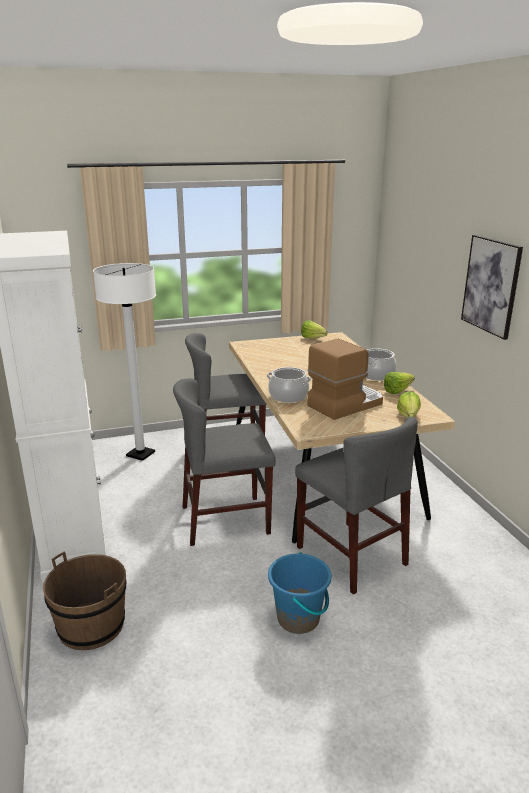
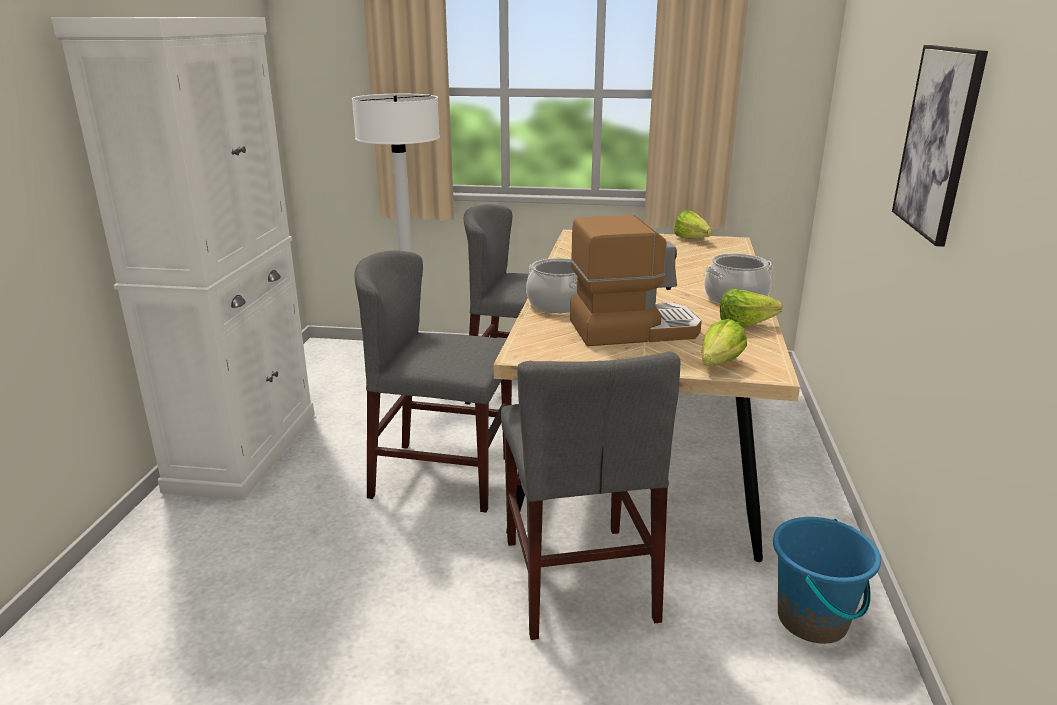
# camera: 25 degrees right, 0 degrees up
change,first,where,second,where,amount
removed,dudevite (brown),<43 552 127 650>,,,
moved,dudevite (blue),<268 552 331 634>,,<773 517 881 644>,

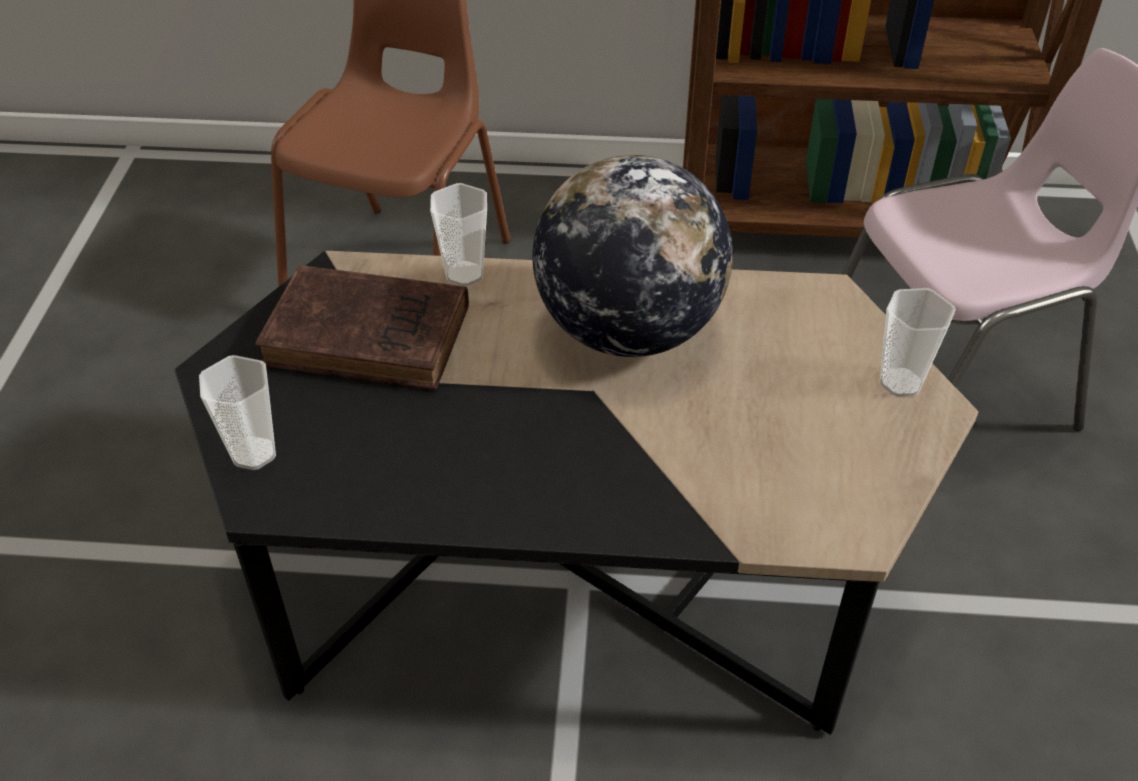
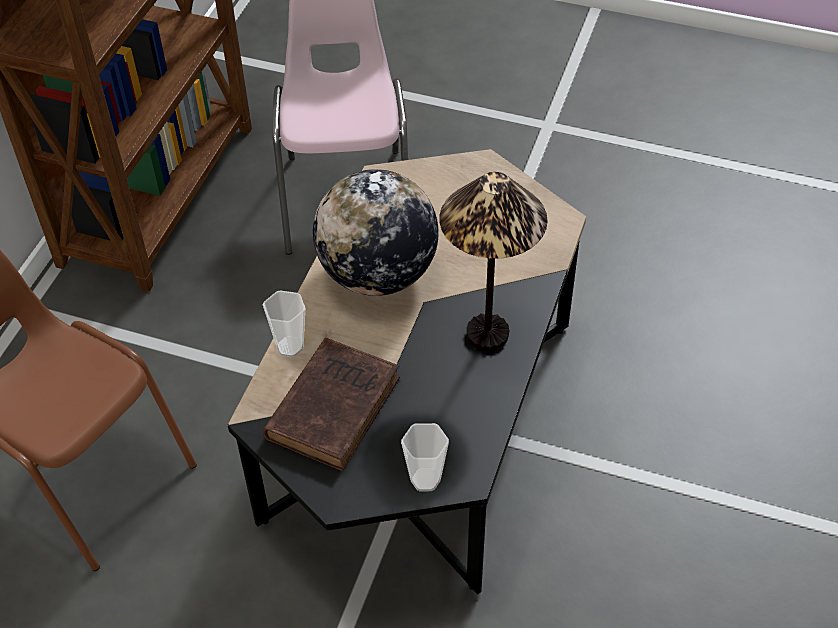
# camera: 75 degrees left, 5 degrees up
change,first,where,second,where,amount
removed,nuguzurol,<880 288 956 397>,,,
added,,,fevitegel,<439 172 548 351>,

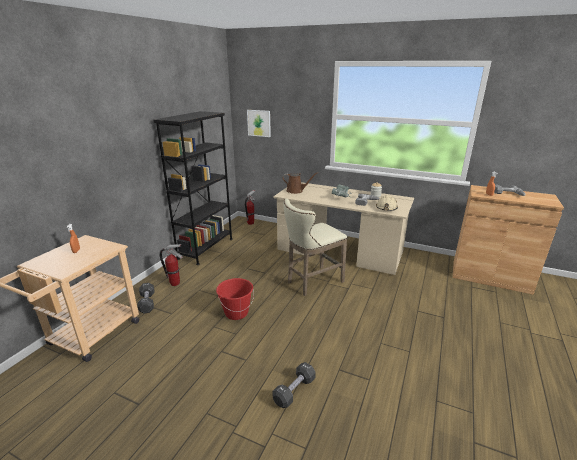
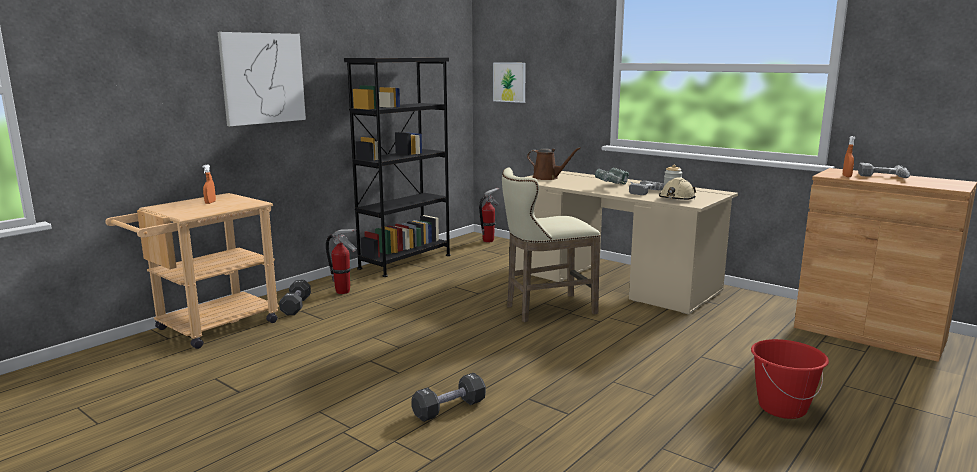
# camera: 15 degrees right, 10 degrees down
change,first,where,second,where,amount
moved,dudevite (red),<216 278 254 320>,,<751 339 829 419>,
added,,,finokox,<218 32 306 126>,

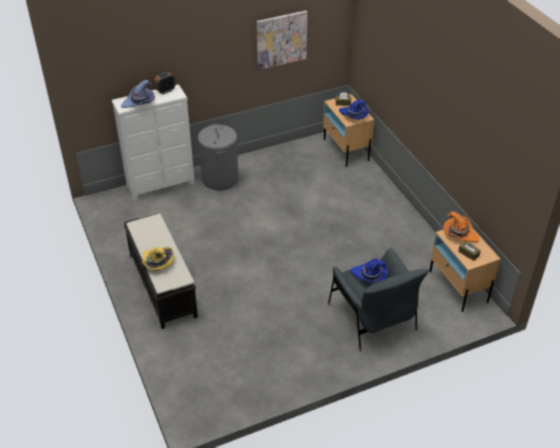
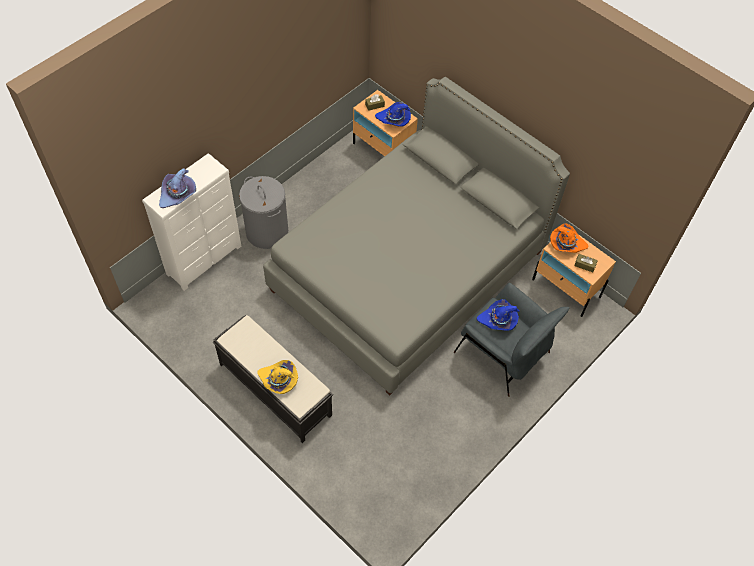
# camera: 25 degrees left, 15 degrees up
change,first,where,second,where,amount
removed,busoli,<154 72 175 94>,,,
removed,finokox,<257 10 307 70>,,,
added,,,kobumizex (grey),<263 77 570 395>,

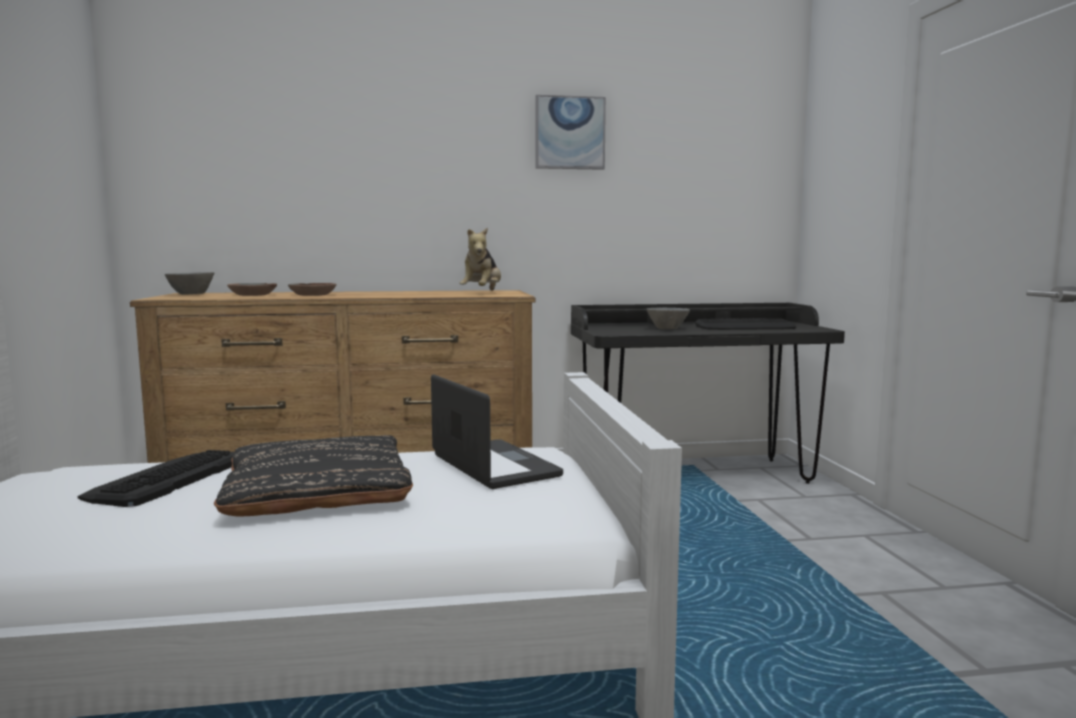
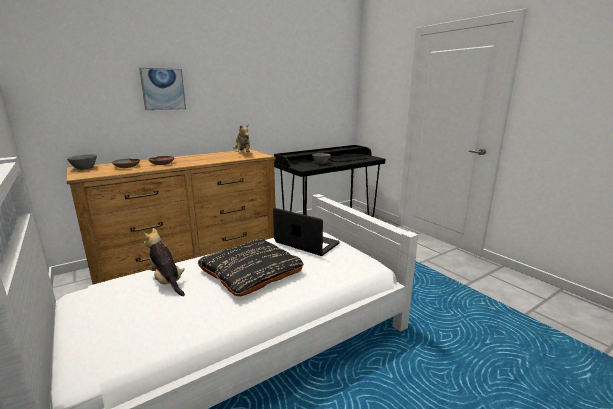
# camera: 25 degrees left, 10 degrees up
change,first,where,second,where,amount
replaced,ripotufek,<77 450 234 507>,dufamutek,<144 228 185 296>,
moved,finokox,<536 95 606 170>,,<139 68 186 110>,

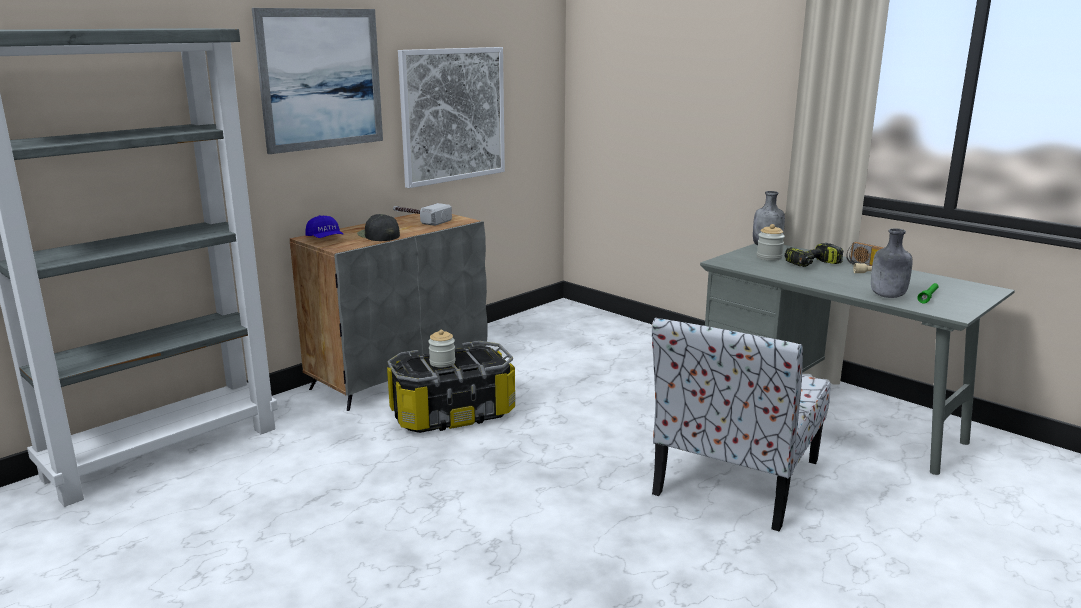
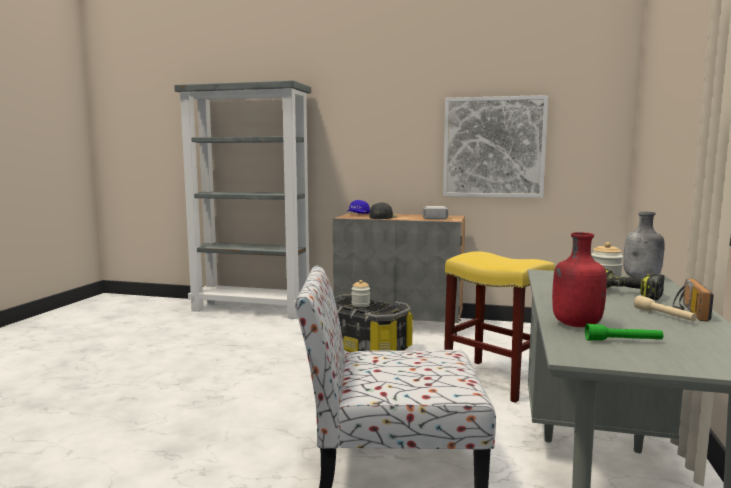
# camera: 60 degrees right, 10 degrees down
change,first,where,second,where,amount
removed,finokox,<252 8 383 154>,,,
recoloured,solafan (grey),<871 228 913 298>,solafan (red),<552 232 607 327>,
added,,,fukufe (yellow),<444 251 555 403>,

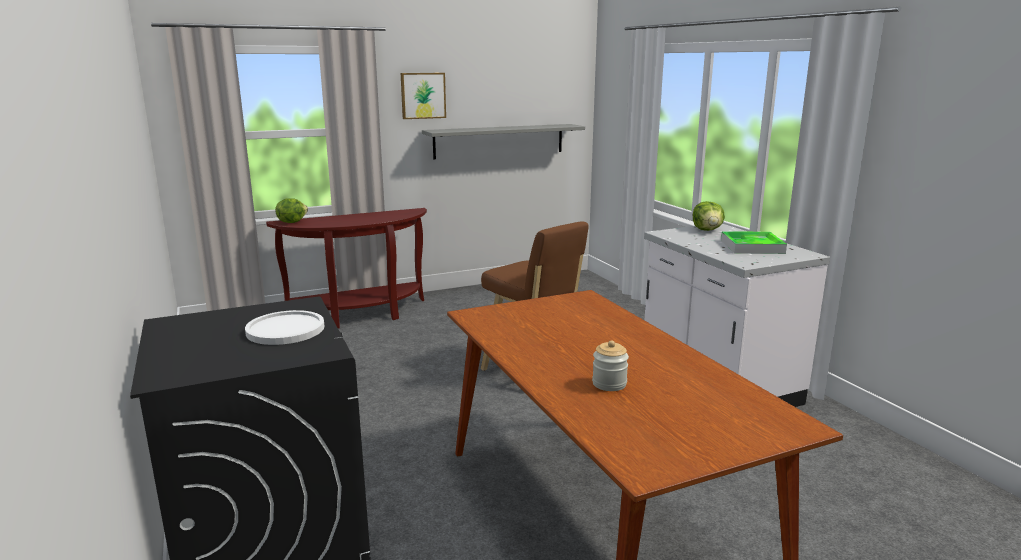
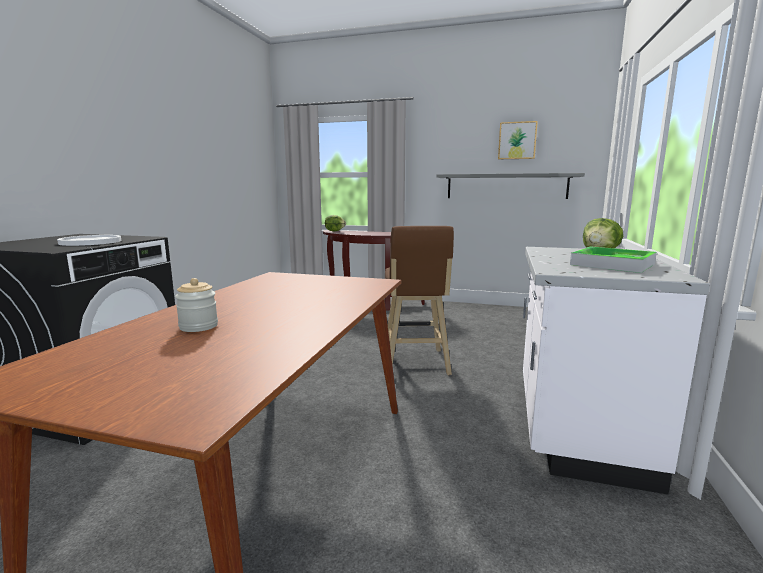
# camera: 40 degrees right, 5 degrees down
change,first,where,second,where,amount
moved,finokox,<401 73 446 119>,,<498 121 538 159>,

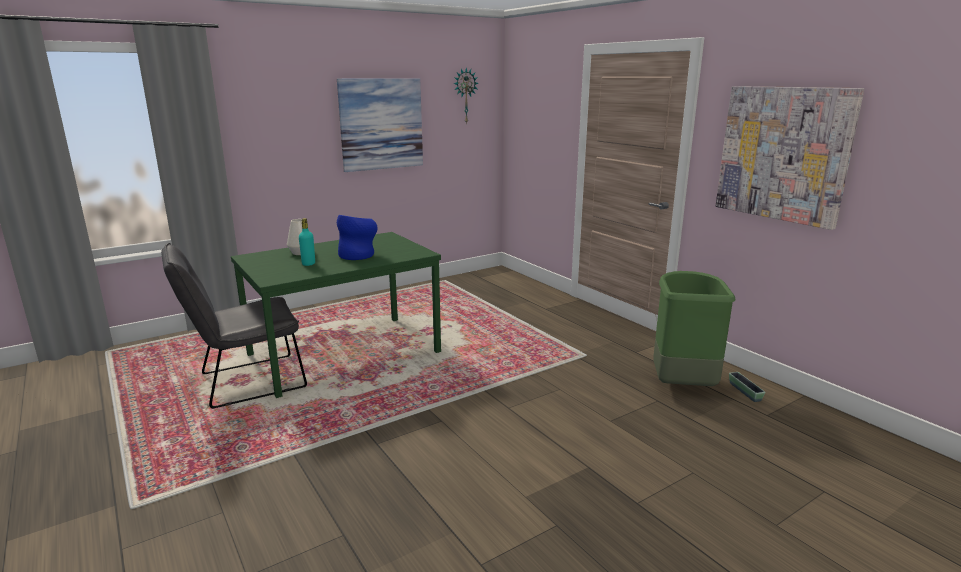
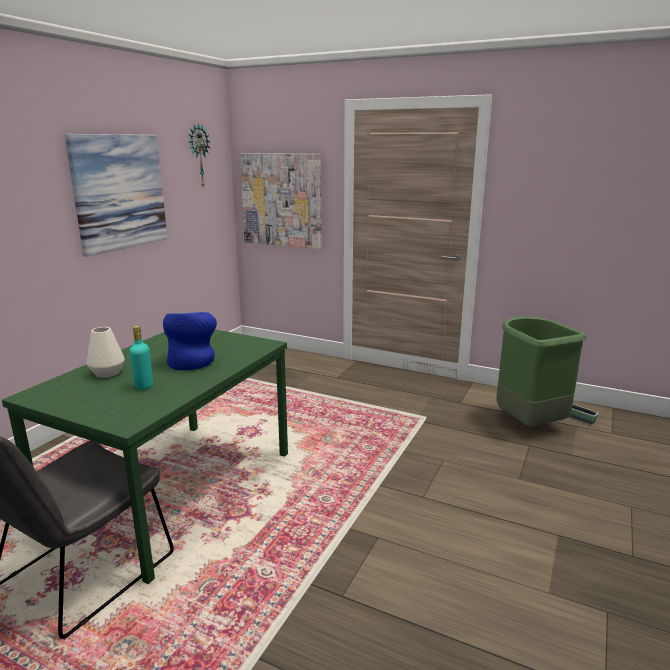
# camera: 30 degrees left, 0 degrees up
change,first,where,second,where,amount
moved,finokox,<716 86 864 230>,,<240 153 322 249>,

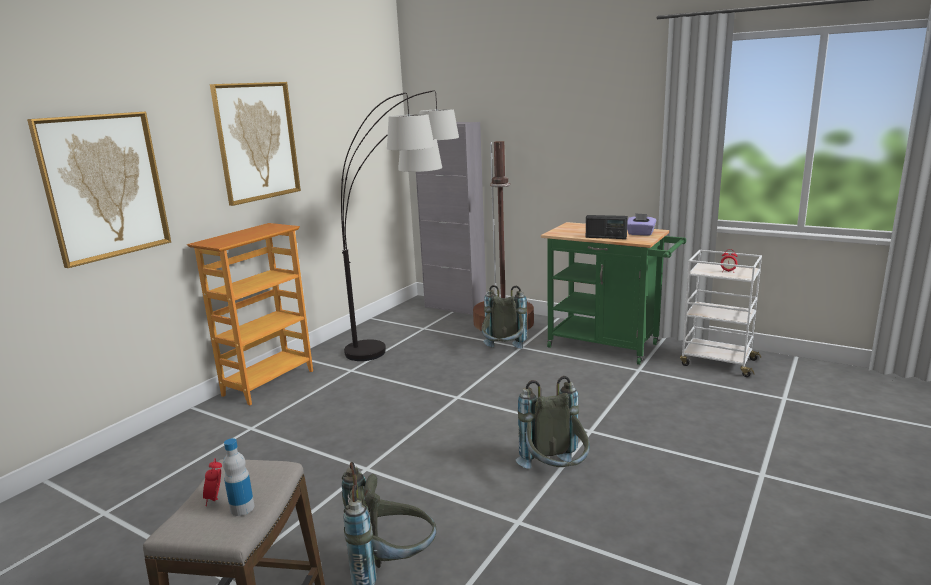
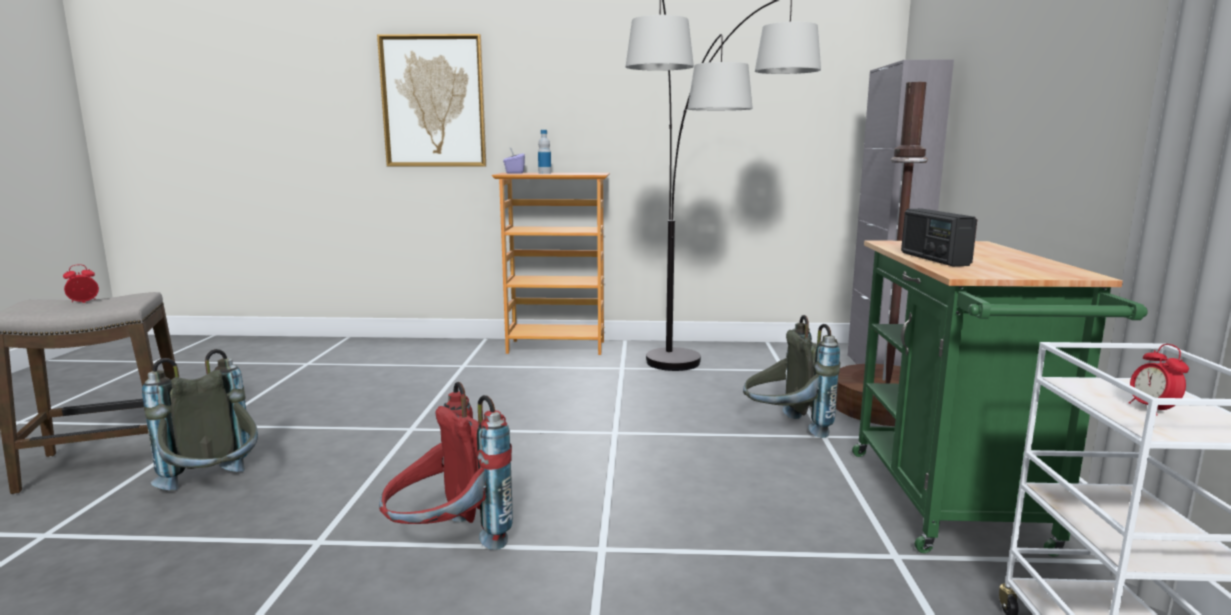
# camera: 60 degrees right, 5 degrees down
change,first,where,second,where,amount
removed,finokox,<210 82 301 206>,,,
moved,solafan,<223 438 254 516>,,<538 130 551 174>,
recoloured,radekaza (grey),<516 376 590 469>,radekaza (red),<379 382 513 550>,
moved,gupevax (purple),<627 213 656 236>,,<503 148 525 174>,

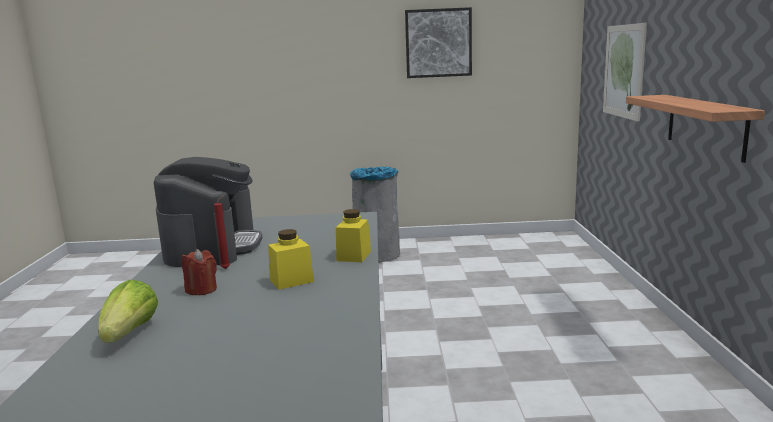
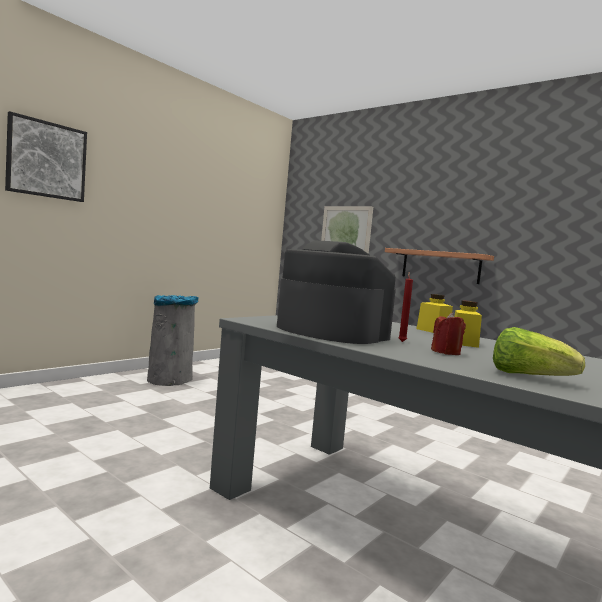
# camera: 50 degrees left, 10 degrees down
change,first,where,second,where,amount
moved,finokox,<405 7 472 78>,,<5 111 87 202>,

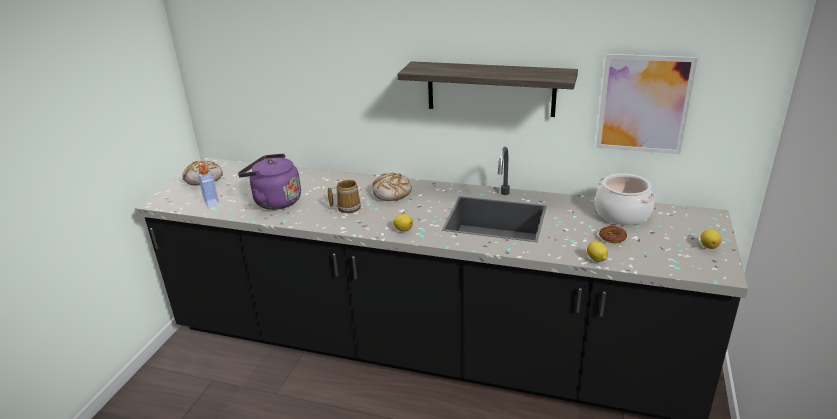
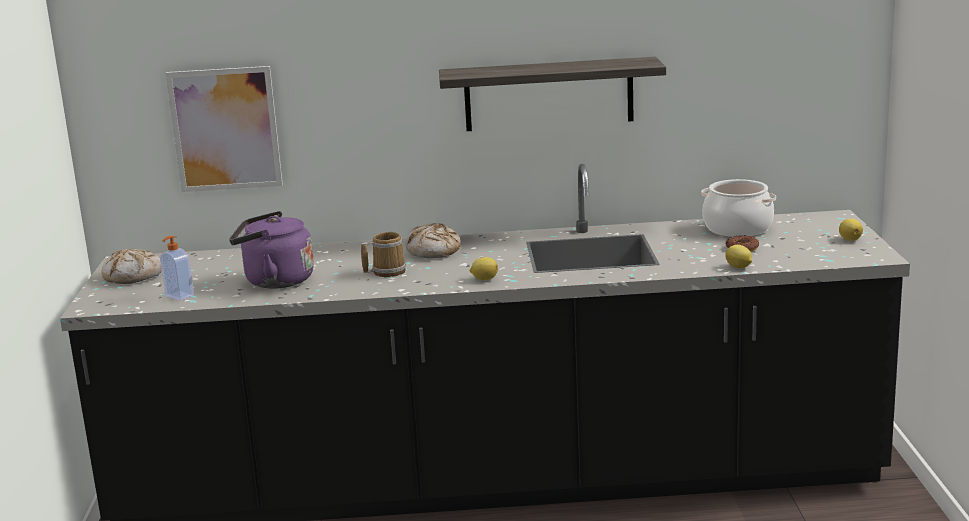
# camera: 20 degrees left, 10 degrees down
change,first,where,second,where,amount
moved,finokox,<596 54 698 154>,,<166 66 283 192>,

